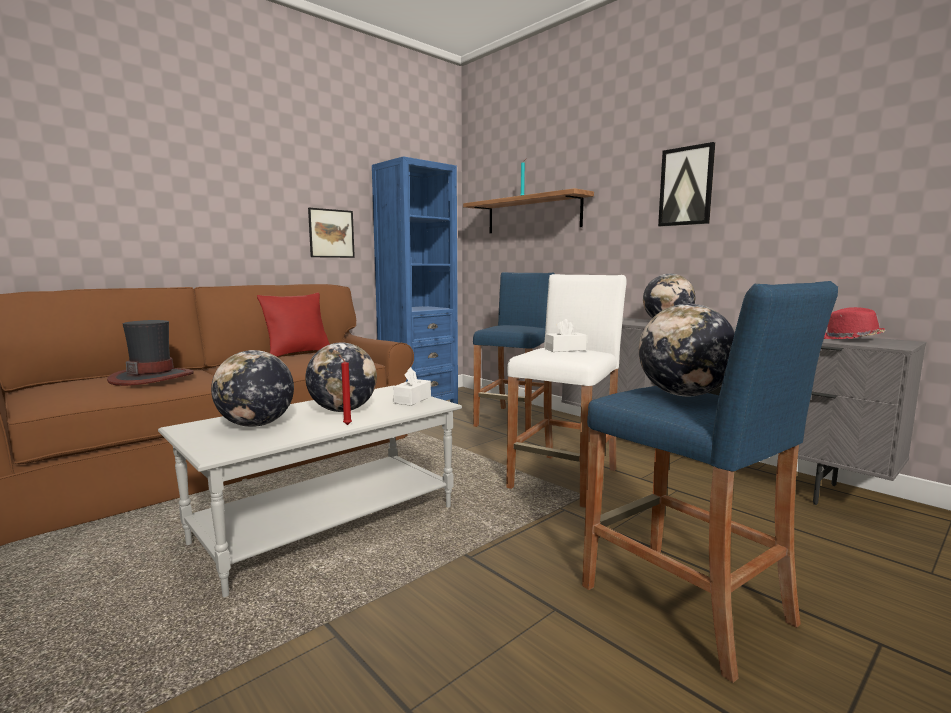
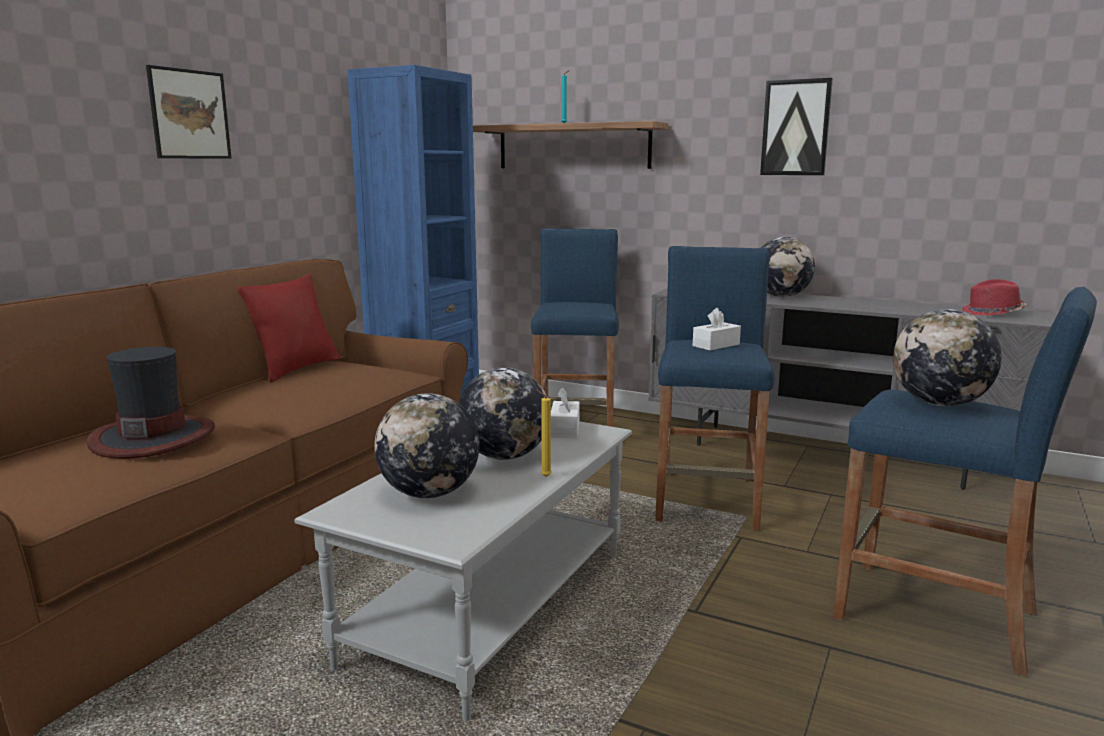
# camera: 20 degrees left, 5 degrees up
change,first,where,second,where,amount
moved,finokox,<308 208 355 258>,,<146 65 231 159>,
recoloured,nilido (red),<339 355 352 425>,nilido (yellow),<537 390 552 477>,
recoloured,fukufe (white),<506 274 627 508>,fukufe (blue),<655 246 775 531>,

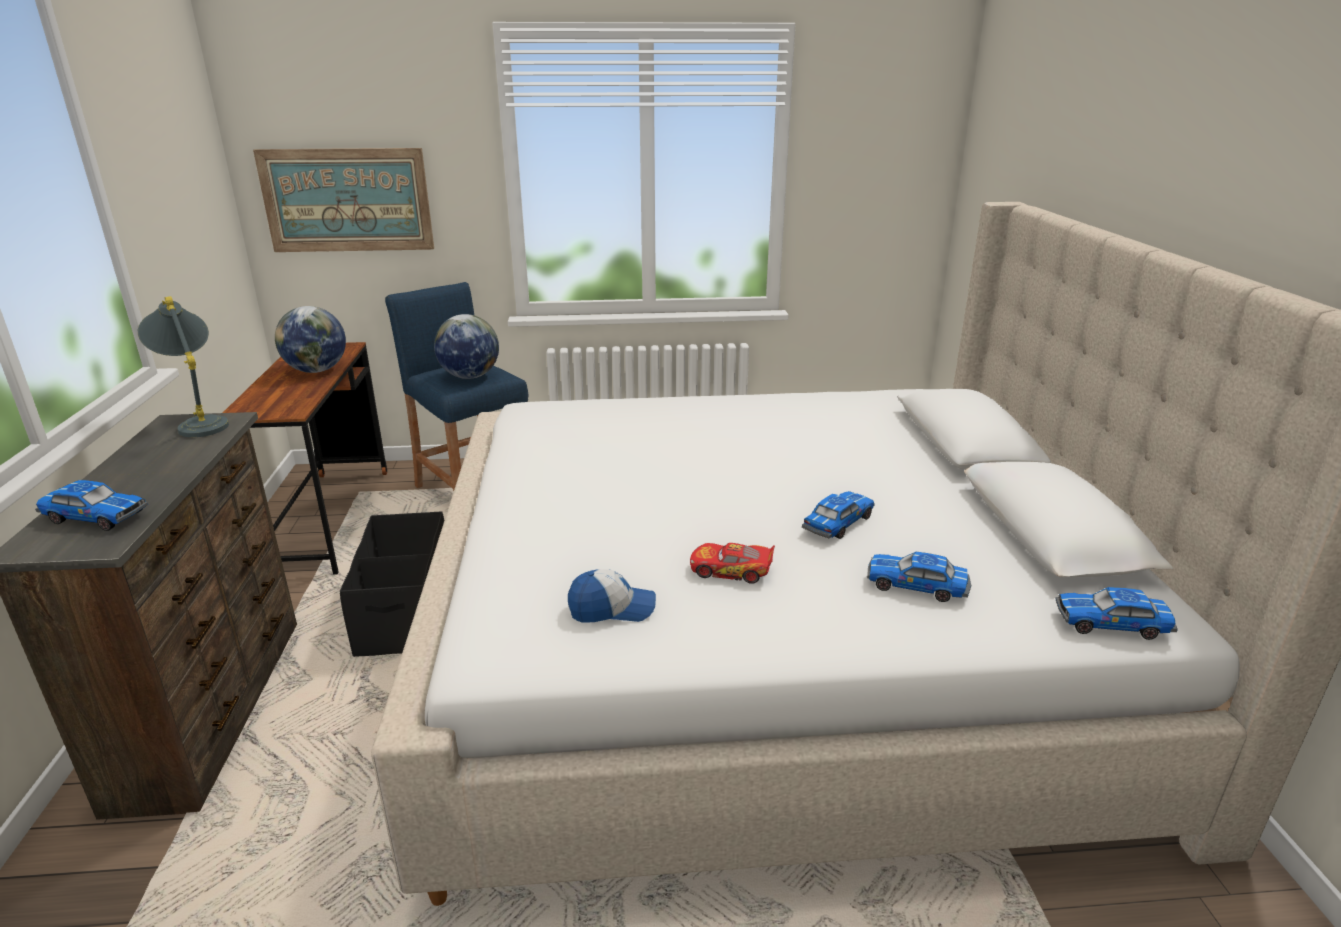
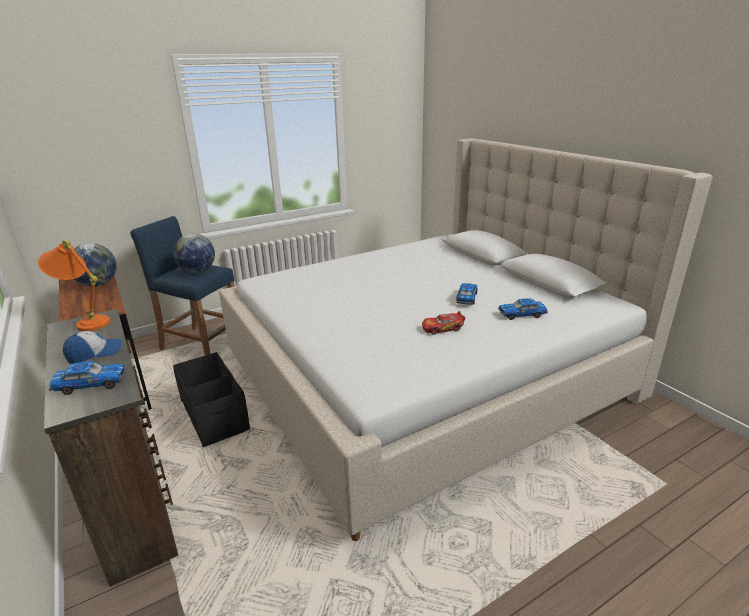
# camera: 25 degrees left, 0 degrees up
change,first,where,second,where,amount
recoloured,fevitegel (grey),<138 296 229 437>,fevitegel (orange),<38 240 110 331>,
removed,finokox,<253 148 434 252>,,,
moved,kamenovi,<568 569 656 623>,,<63 331 121 364>,
removed,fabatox,<1056 587 1178 640>,,,

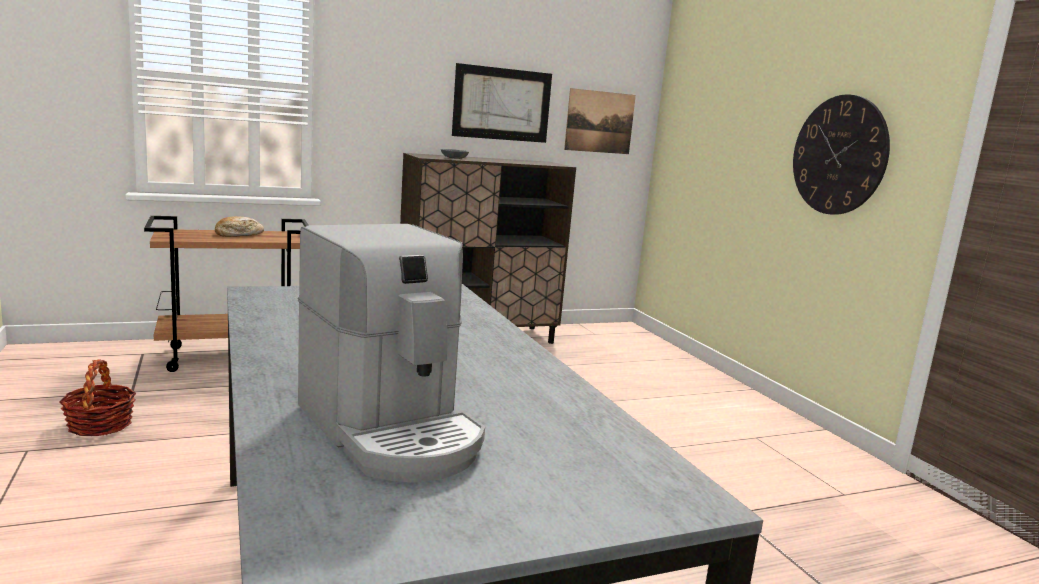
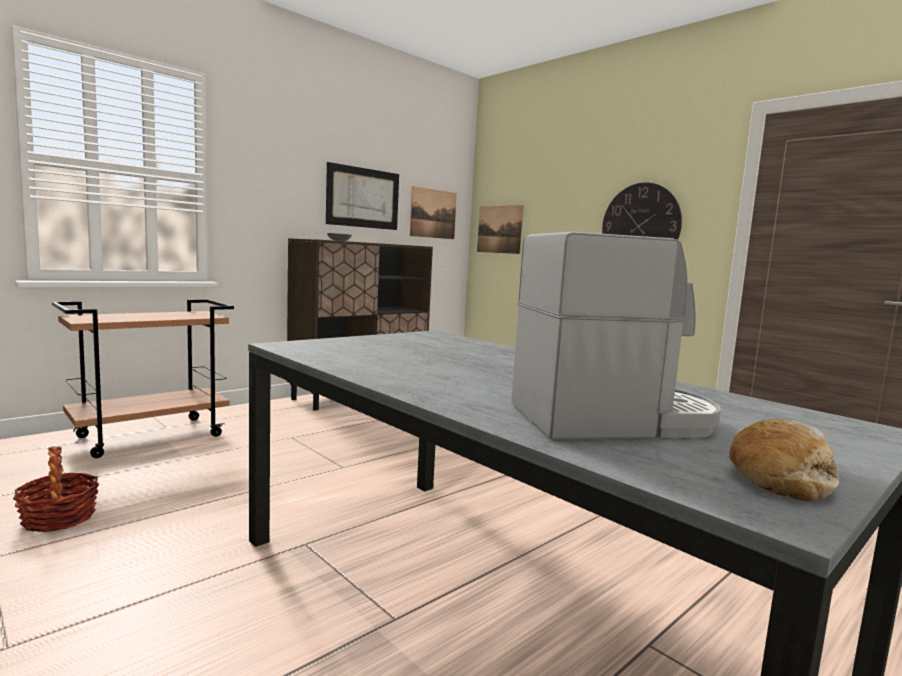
# camera: 20 degrees left, 5 degrees down
change,first,where,second,where,amount
moved,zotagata,<215 216 264 237>,,<729 419 839 501>,
turned,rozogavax,<298 224 485 482>,,<511 232 721 440>,45 degrees counterclockwise
added,,,finokox,<477 205 524 254>,

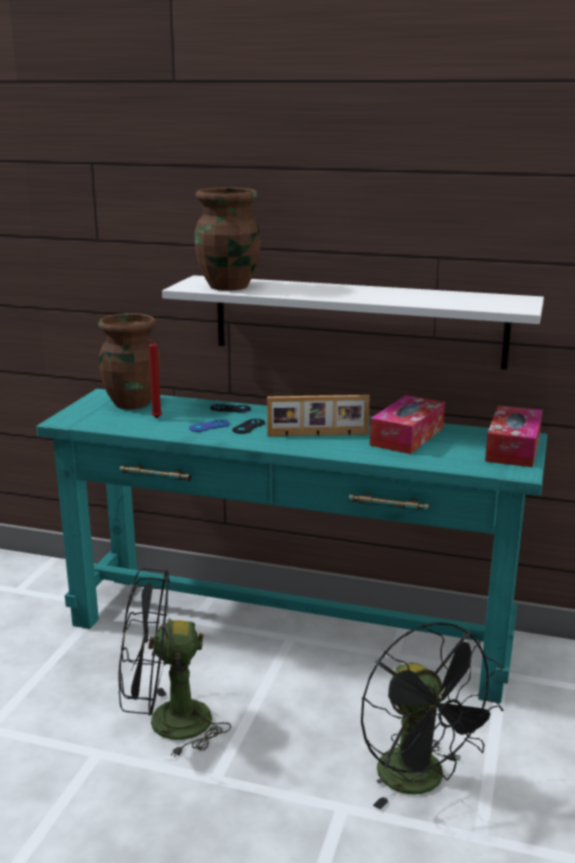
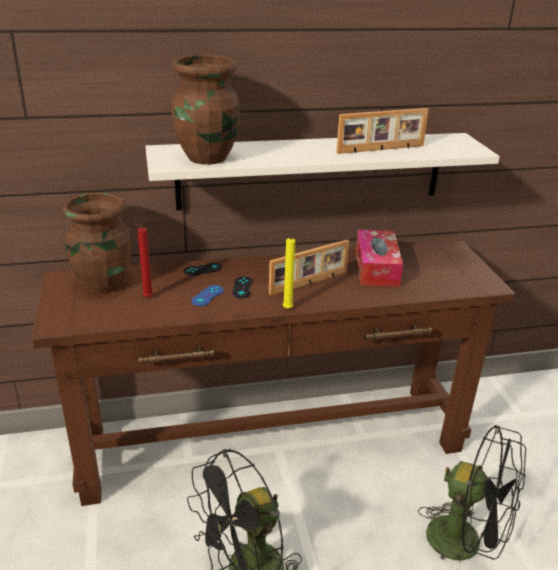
# camera: 30 degrees left, 10 degrees up
change,first,where,second,where,amount
recoloured,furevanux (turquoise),<36 389 547 703>,furevanux (brown),<31 241 515 506>,
removed,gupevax,<485 405 542 467>,,,
added,,,nilido (yellow),<283 235 295 309>,
added,,,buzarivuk,<336 108 429 154>,

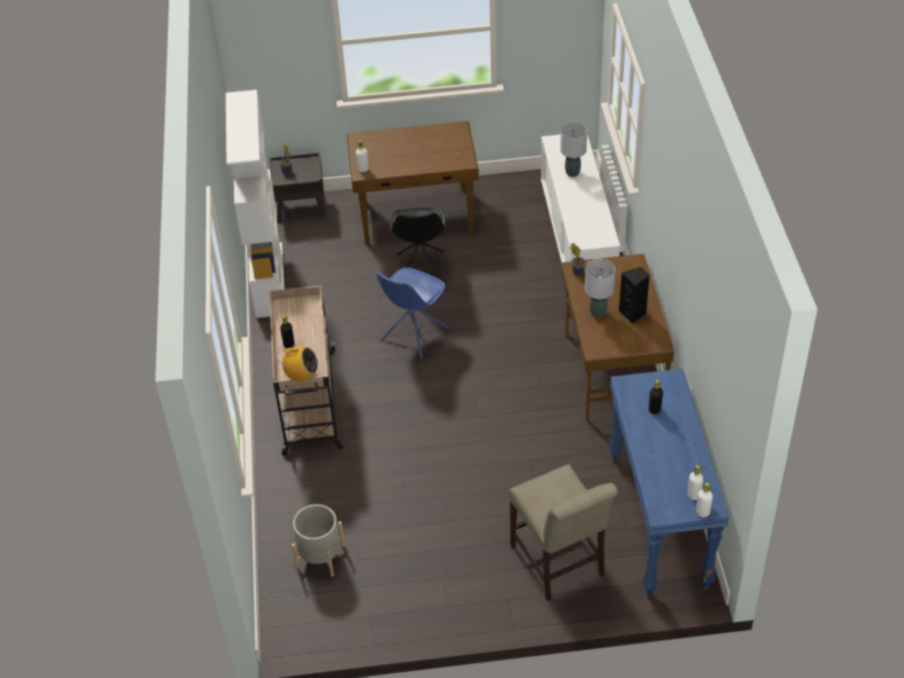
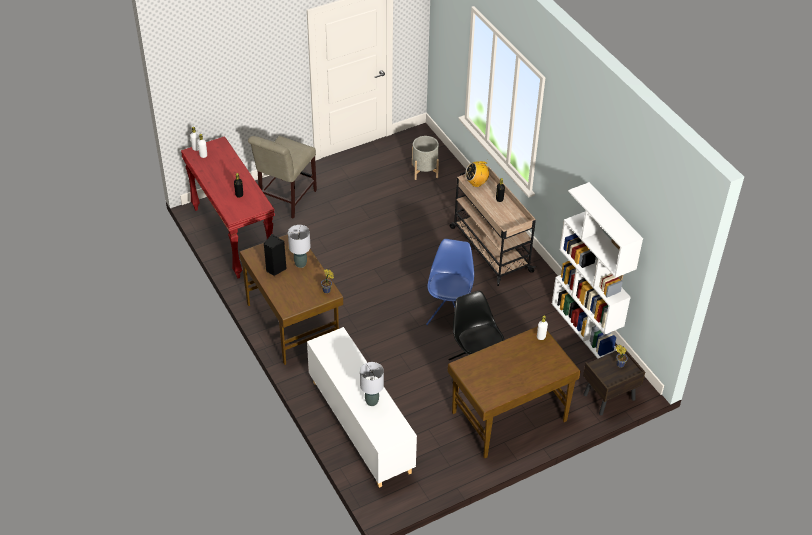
# camera: 155 degrees right, 0 degrees up
change,first,where,second,where,amount
turned,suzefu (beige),<508 464 618 601>,,<248 136 317 219>,105 degrees counterclockwise
recoloured,furevanux (blue),<609 369 729 596>,furevanux (red),<181 136 275 279>,

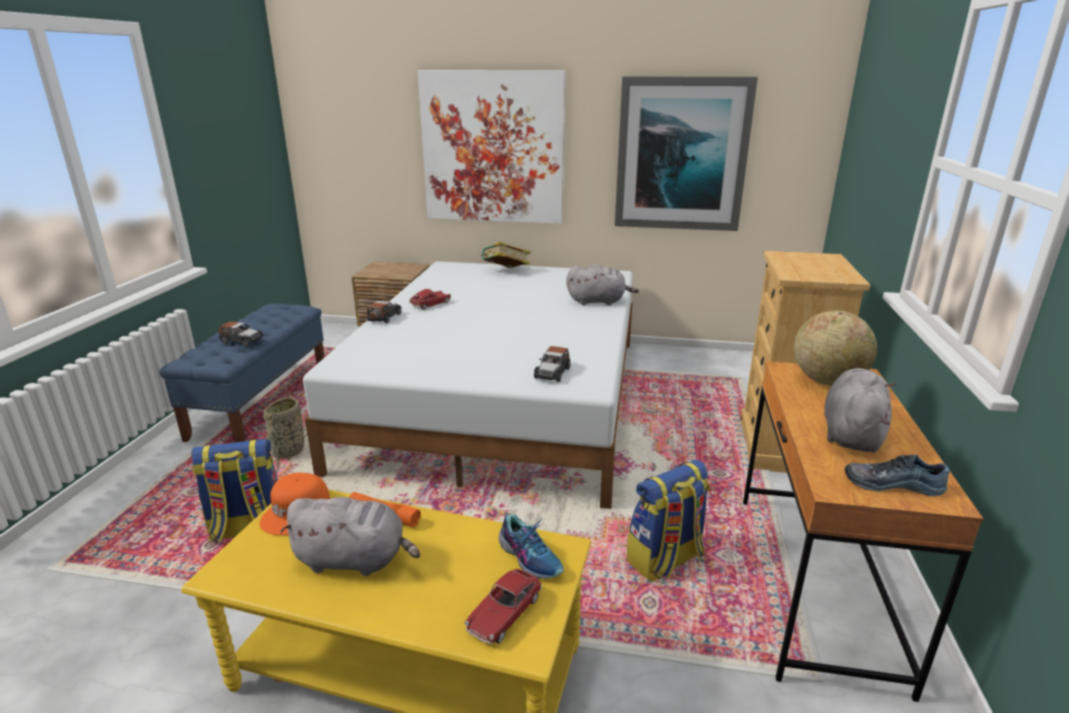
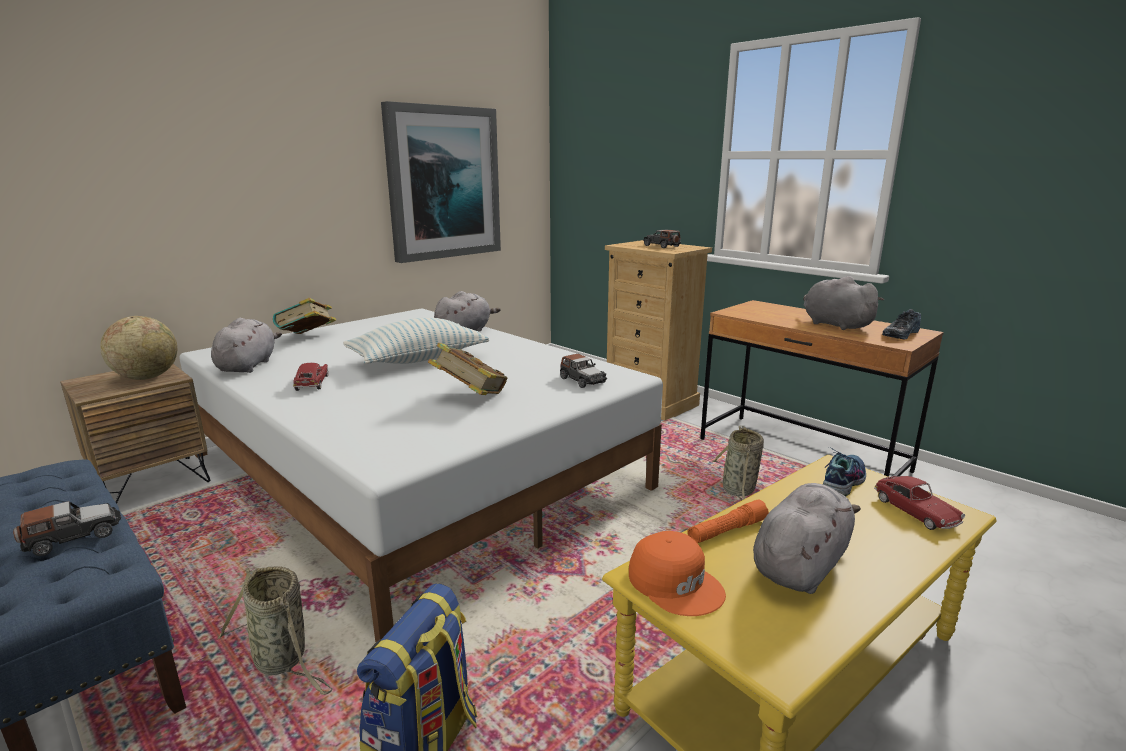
# camera: 55 degrees left, 5 degrees down
change,first,where,second,where,amount
moved,fabatox,<367 301 402 323>,,<643 230 681 248>,
removed,finokox,<418 70 566 224>,,,
turned,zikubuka,<498 514 564 579>,,<823 447 866 497>,45 degrees counterclockwise
replaced,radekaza,<627 460 710 582>,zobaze,<712 426 764 500>,
moved,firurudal,<794 310 877 386>,,<100 316 177 380>,
added,,,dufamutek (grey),<211 318 282 373>,
added,,,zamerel,<343 318 489 364>,
added,,,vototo,<428 343 507 395>,

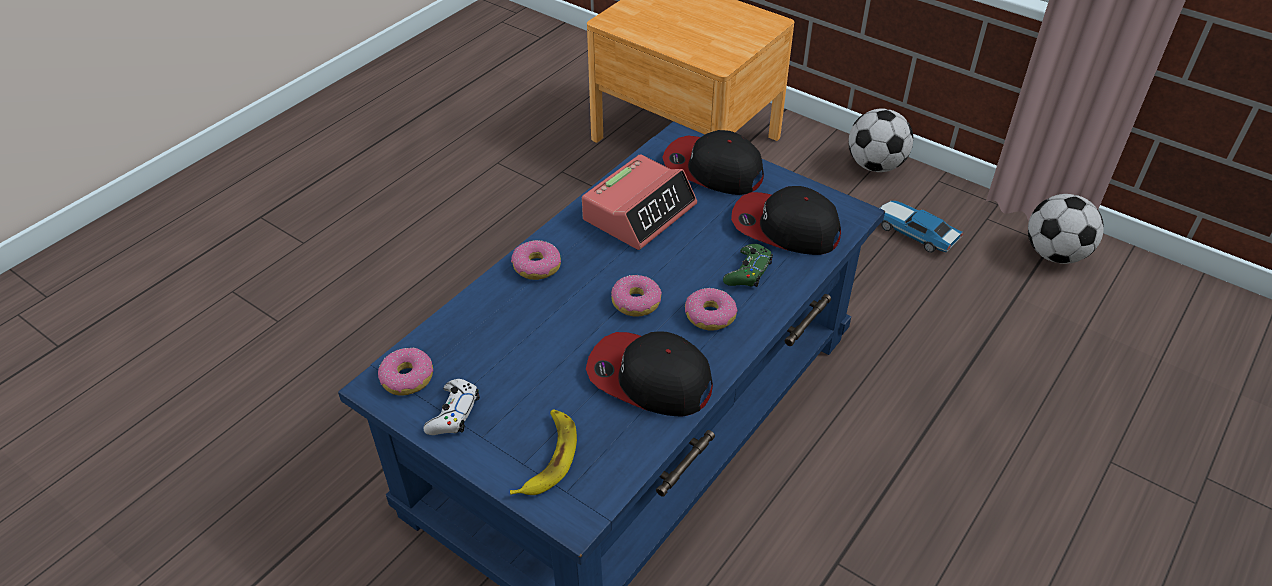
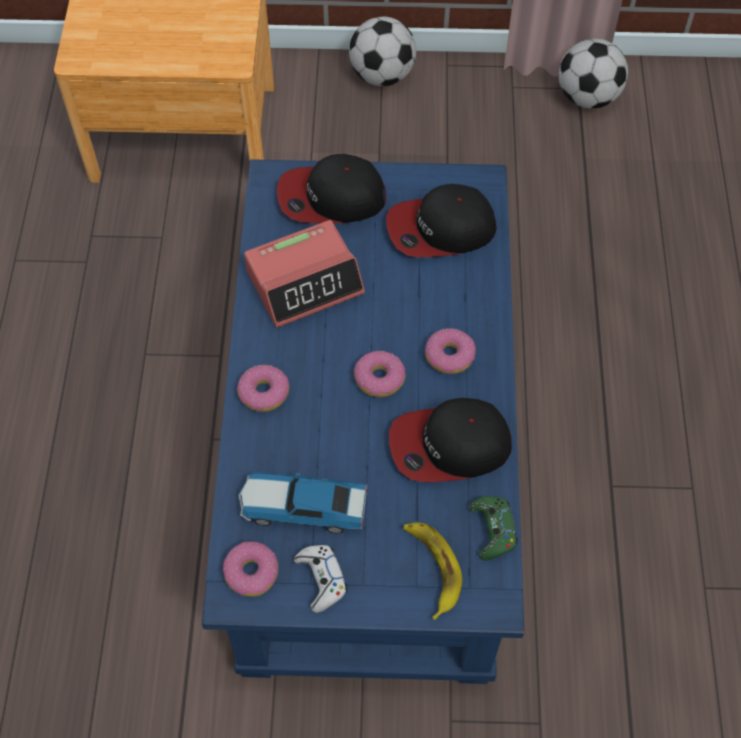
# camera: 35 degrees left, 15 degrees up
change,first,where,second,where,amount
turned,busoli,<582 154 697 250>,,<244 220 365 328>,60 degrees clockwise
moved,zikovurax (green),<723 244 773 287>,,<469 496 518 560>,
moved,fabatox,<880 201 963 253>,,<239 472 368 534>,

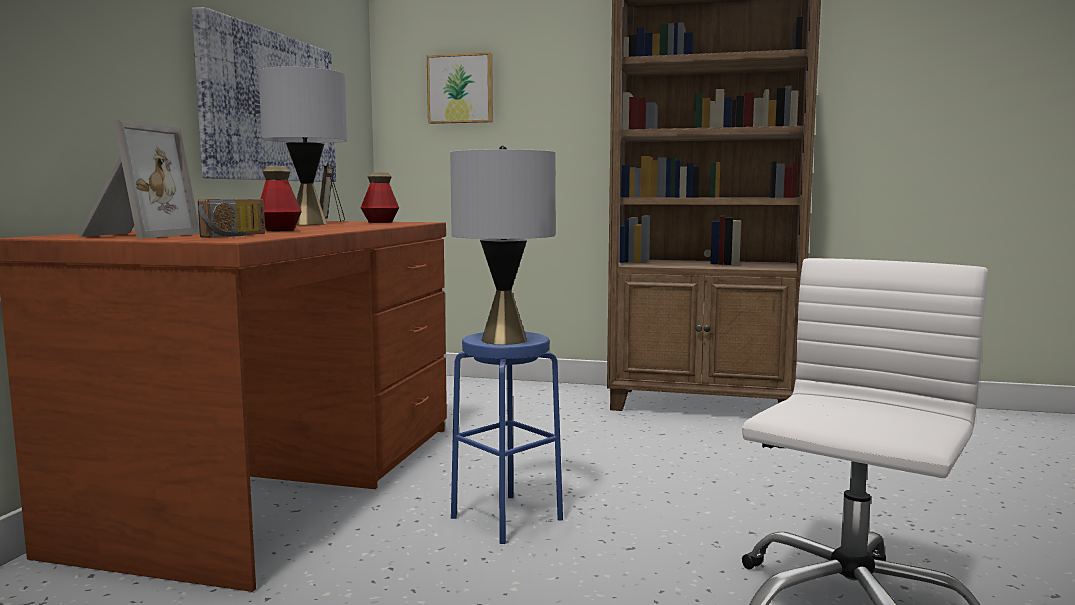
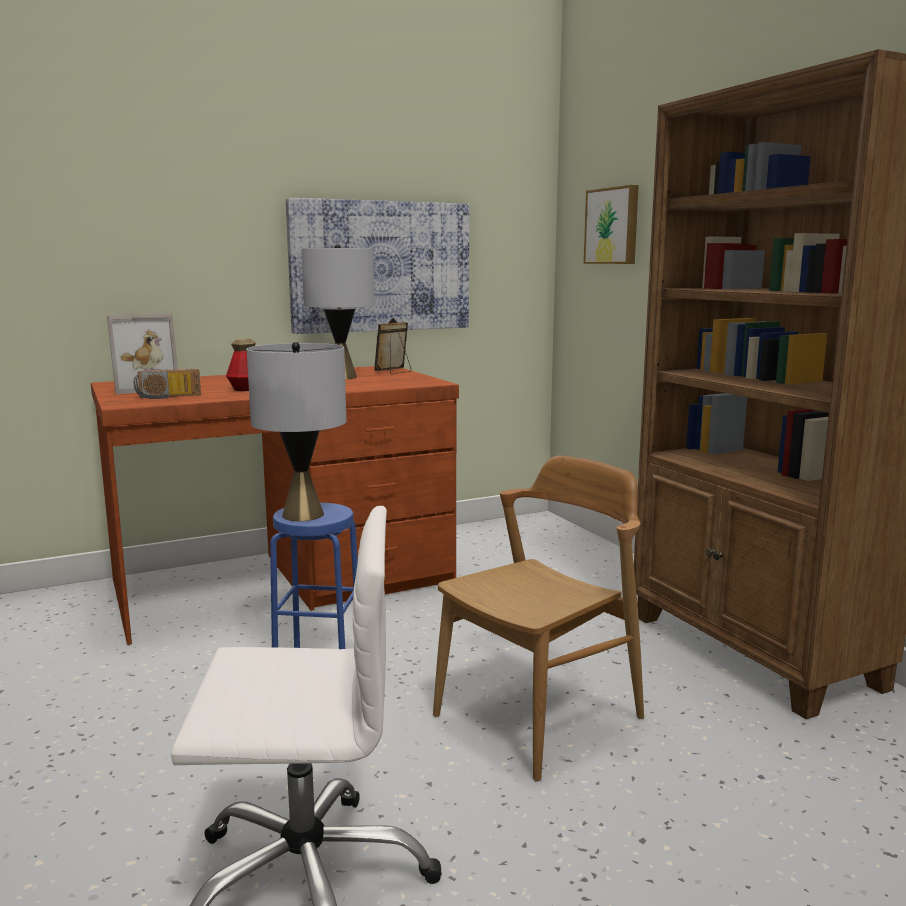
# camera: 50 degrees right, 5 degrees up
change,first,where,second,where,amount
removed,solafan,<361 172 399 223>,,,
added,,,suzefu (brown),<433 455 644 782>,

